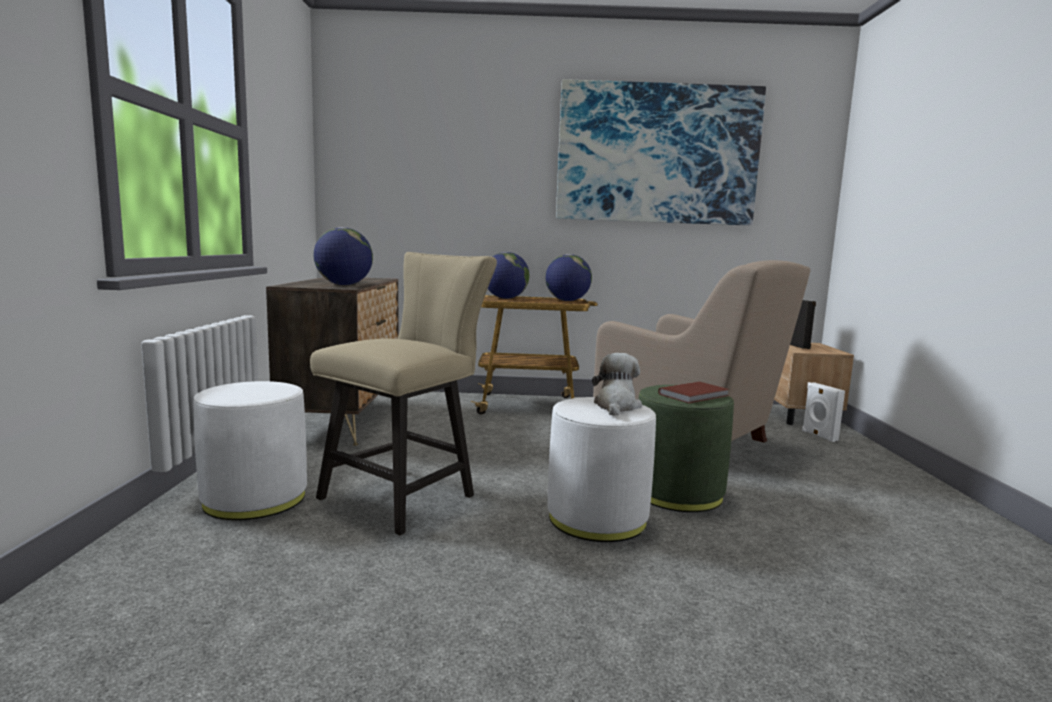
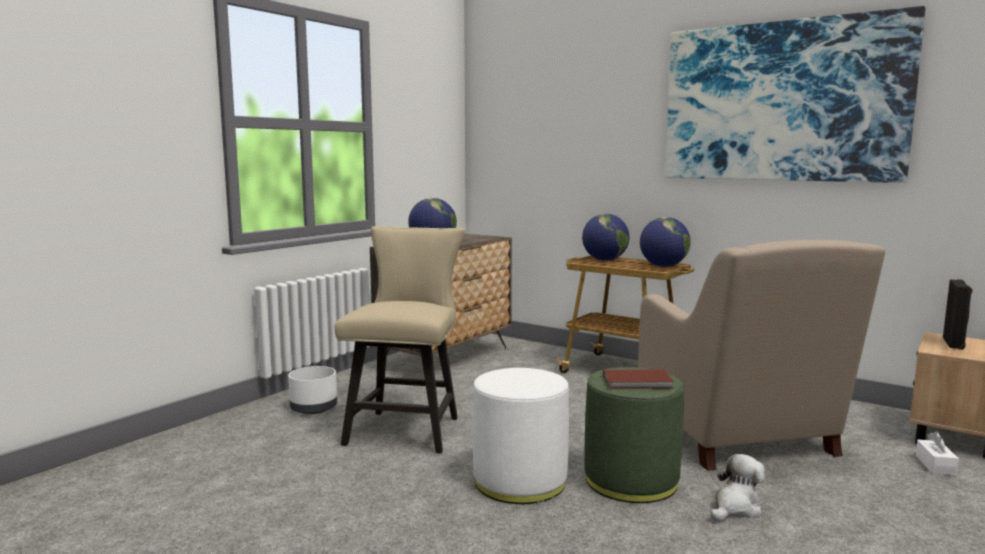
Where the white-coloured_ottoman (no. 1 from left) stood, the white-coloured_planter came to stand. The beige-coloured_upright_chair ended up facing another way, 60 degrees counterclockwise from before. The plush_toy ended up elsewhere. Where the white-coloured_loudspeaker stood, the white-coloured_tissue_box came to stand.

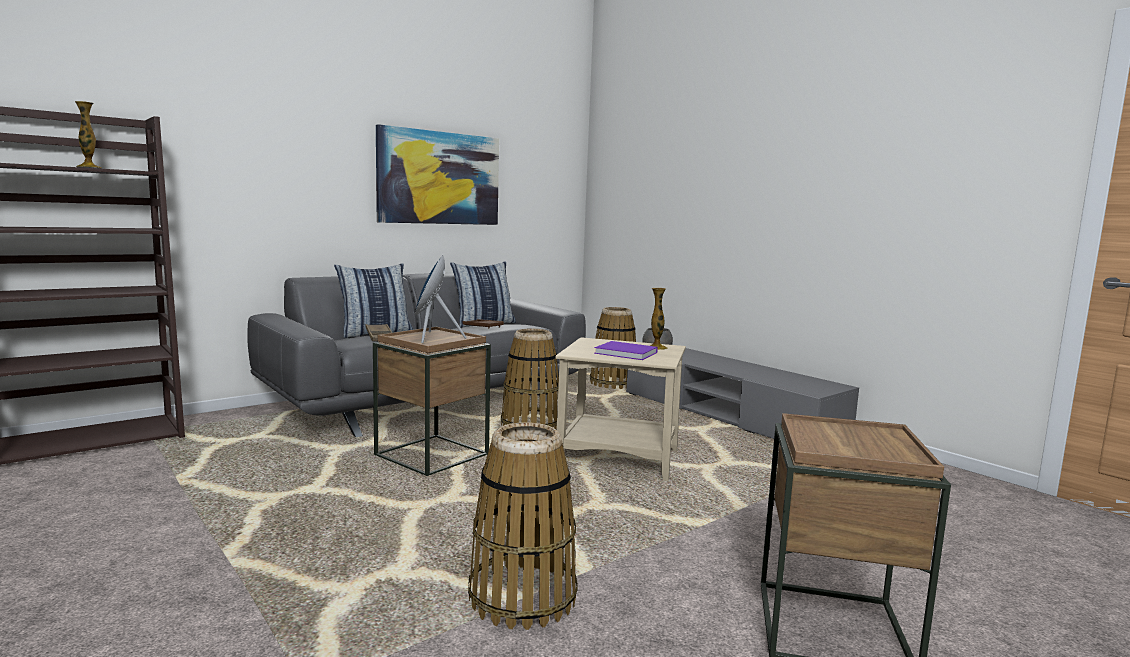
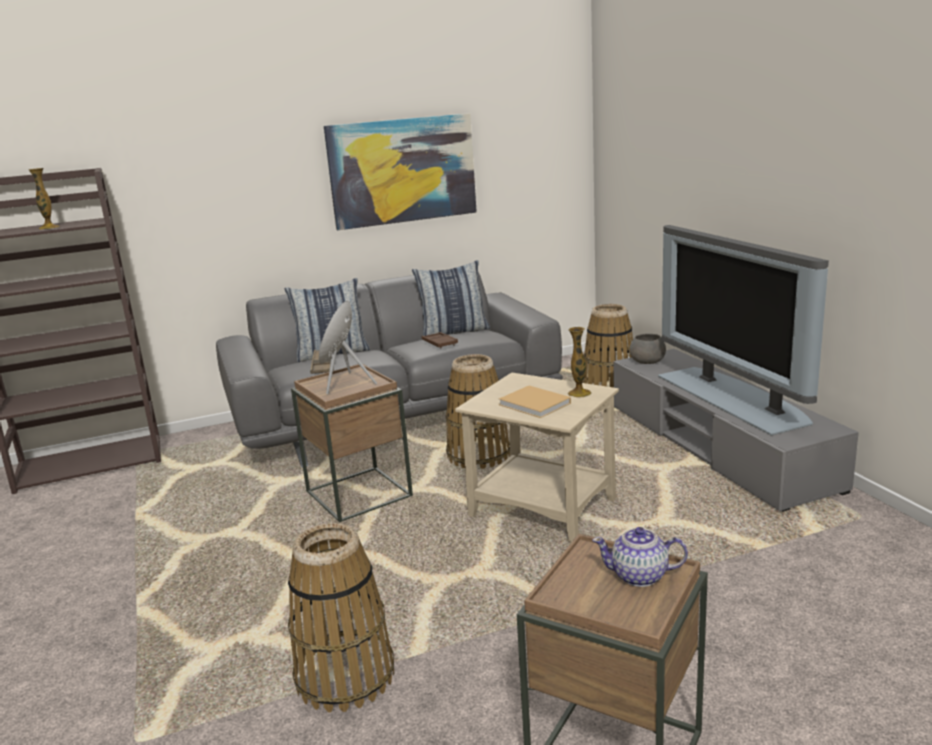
What was the purplish_volume turned into the beige-coloured_volume. The second view gained the teapot. The second view gained the television.

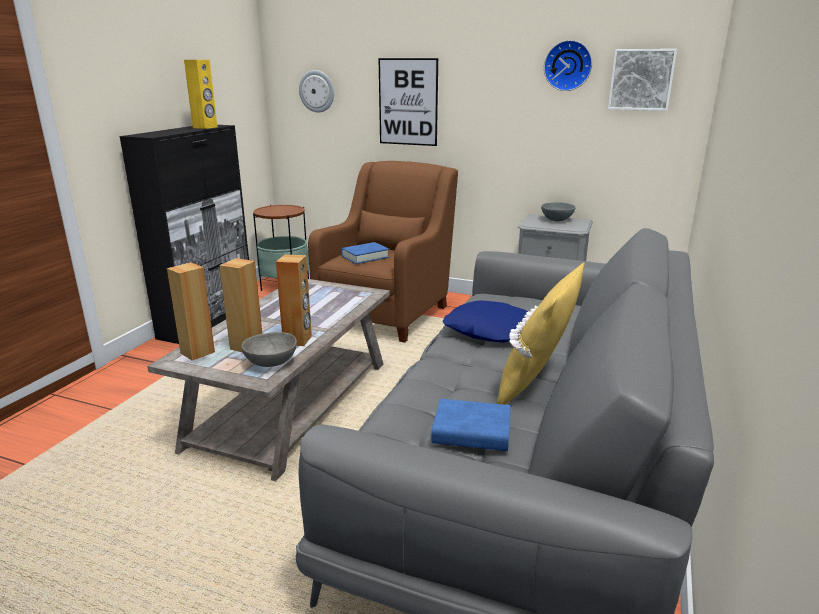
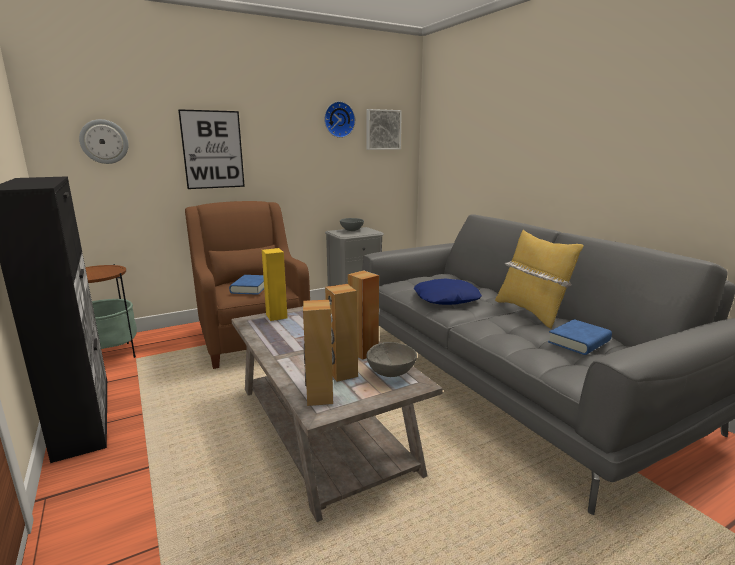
The yellow_loudspeaker ended up elsewhere.

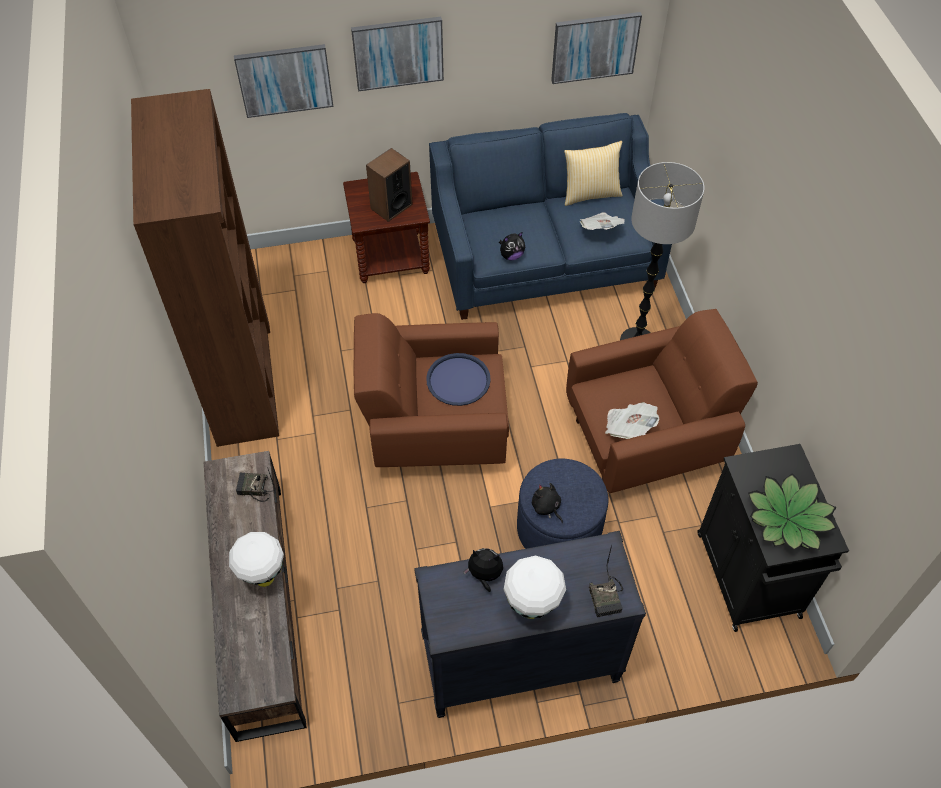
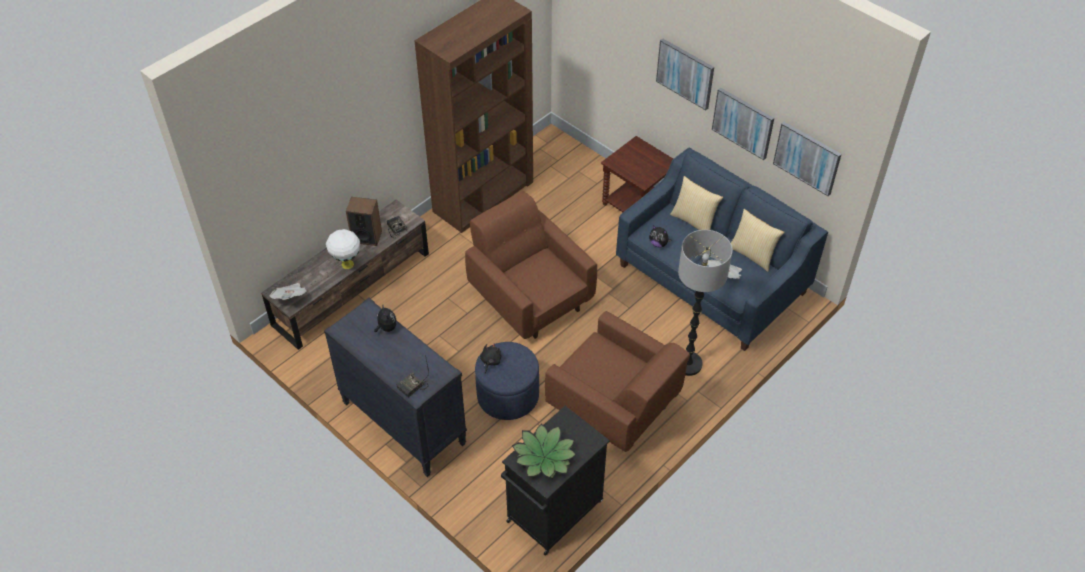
The newspaper (no. 2 from left in the first image) ended up elsewhere. The loudspeaker ended up elsewhere. The second view gained the throw_pillow (no. 1 from left). The picture (no. 1 from left in the first image) ended up elsewhere. The second view lost the blue-coloured_carrying_tray. The second view lost the white-coloured_table_lamp (no. 2 from left).

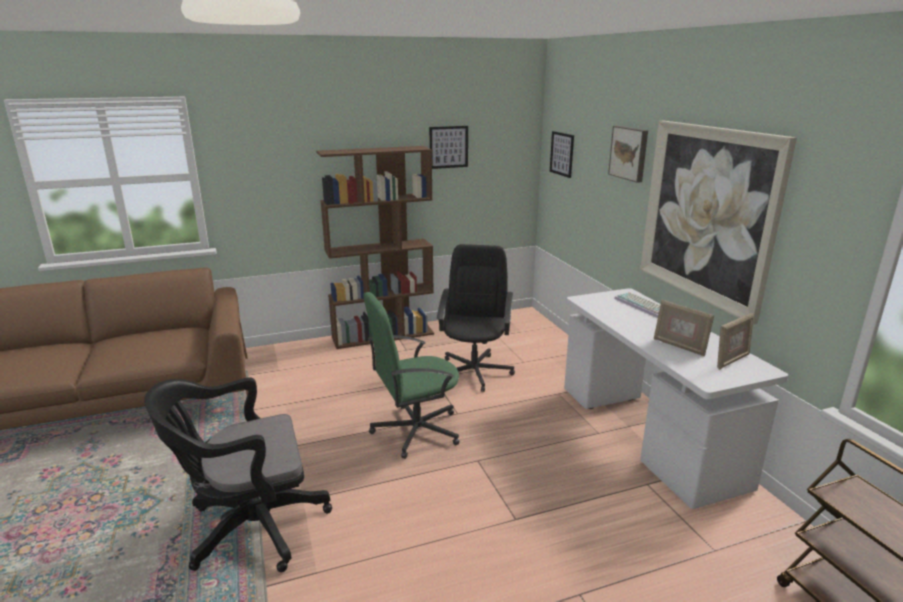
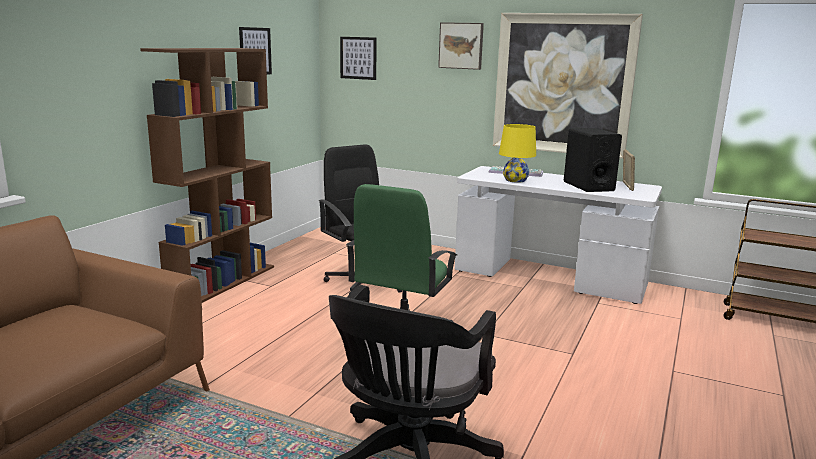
The second view gained the yellow_table_lamp. Where the standing_frame (no. 1 from left) stood, the blackish_loudspeaker came to stand.

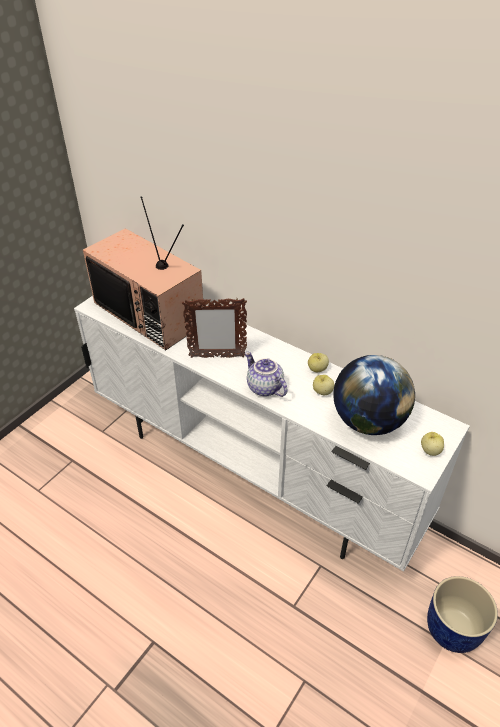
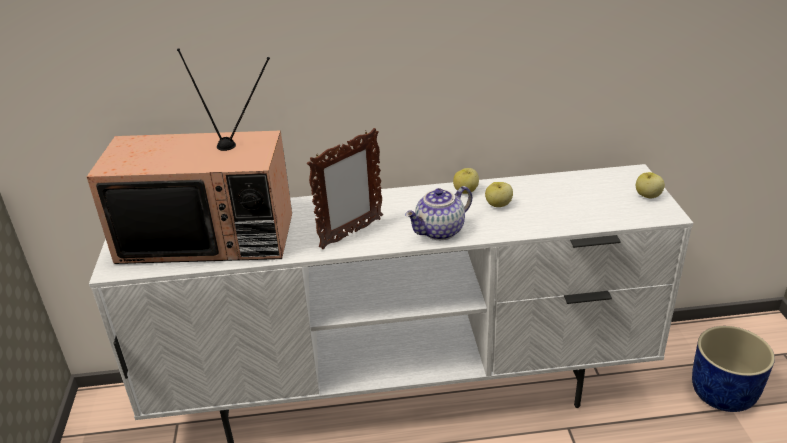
The teapot ended up facing another way, 45 degrees counterclockwise from before. The second view lost the desk_globe.

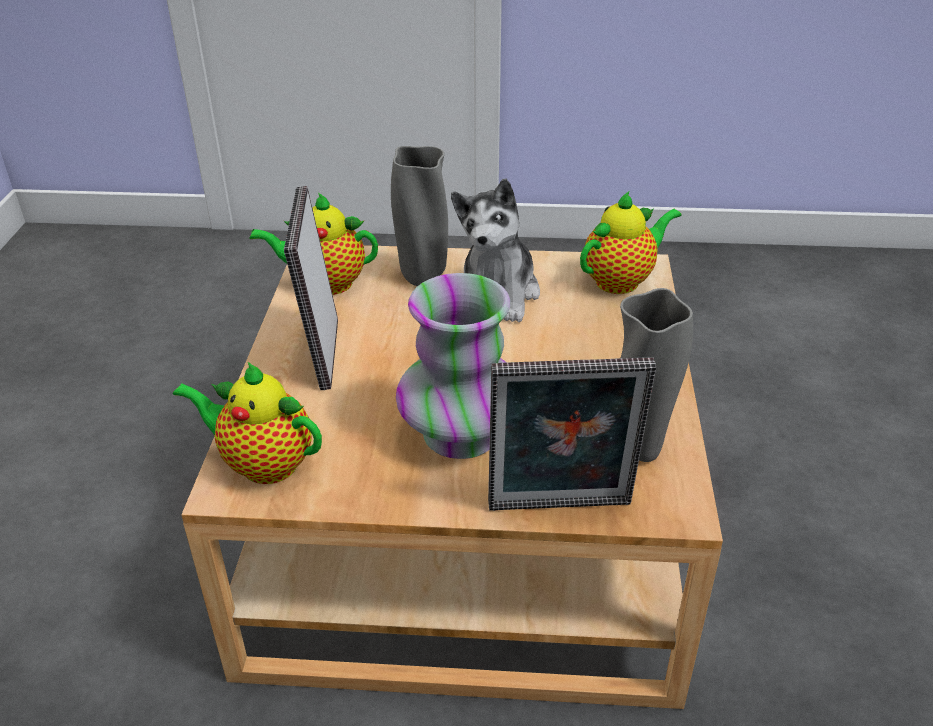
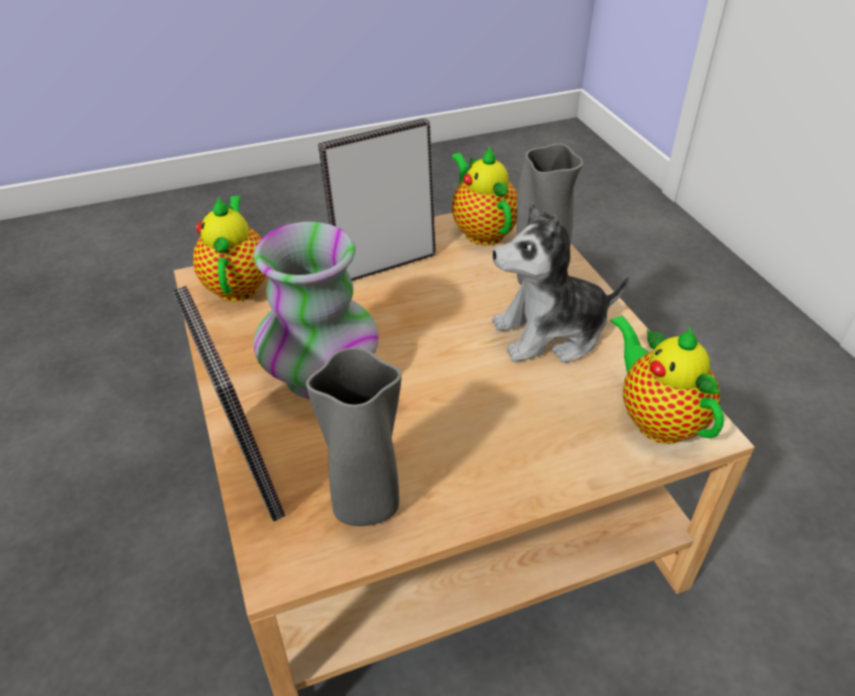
The teapot (no. 3 from left) ended up facing another way, 150 degrees counterclockwise from before.

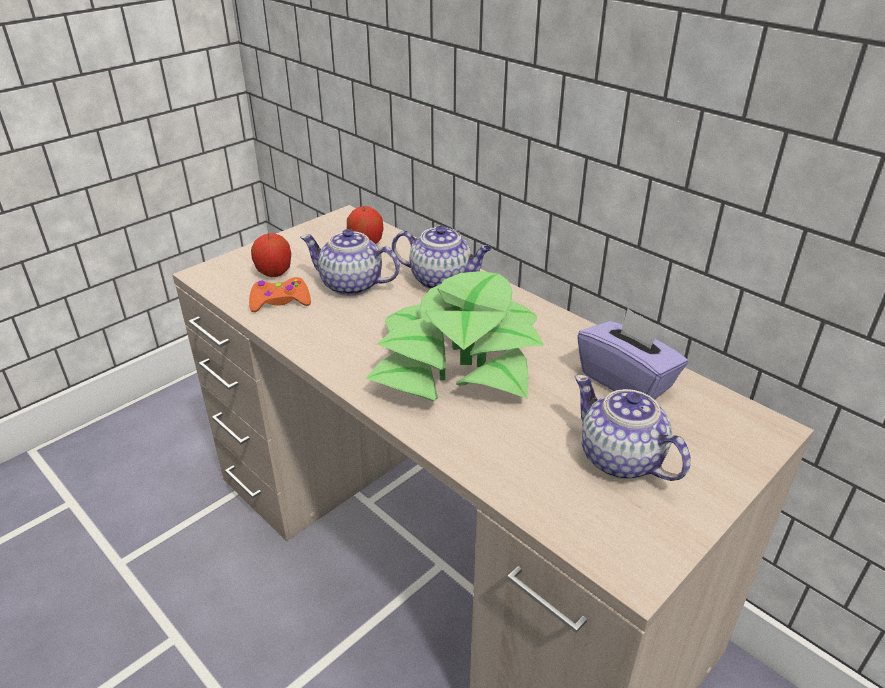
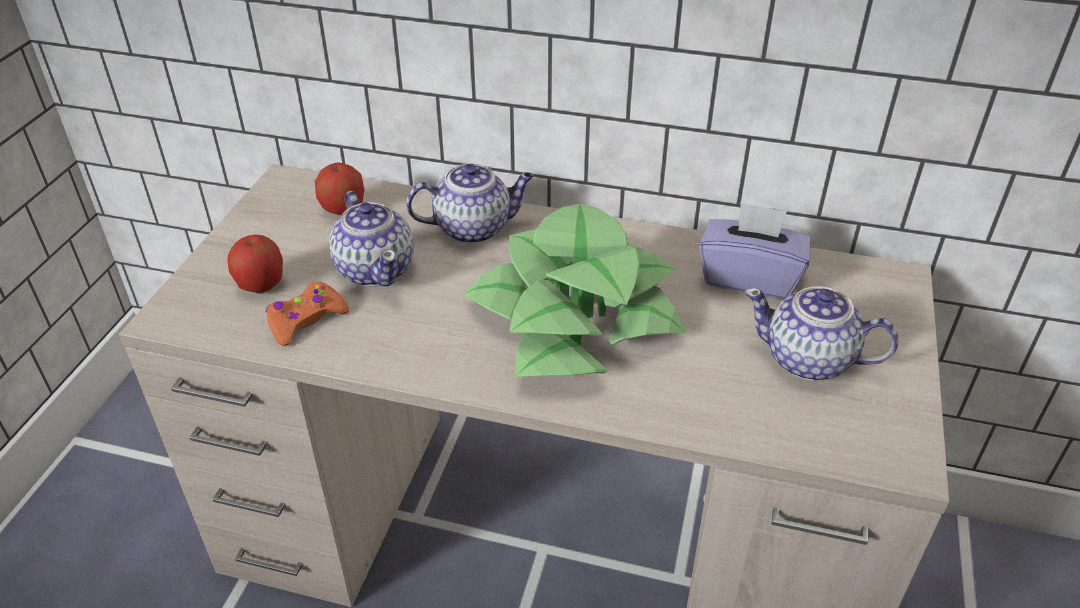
The teapot (no. 1 from left) ended up facing another way, 105 degrees counterclockwise from before.

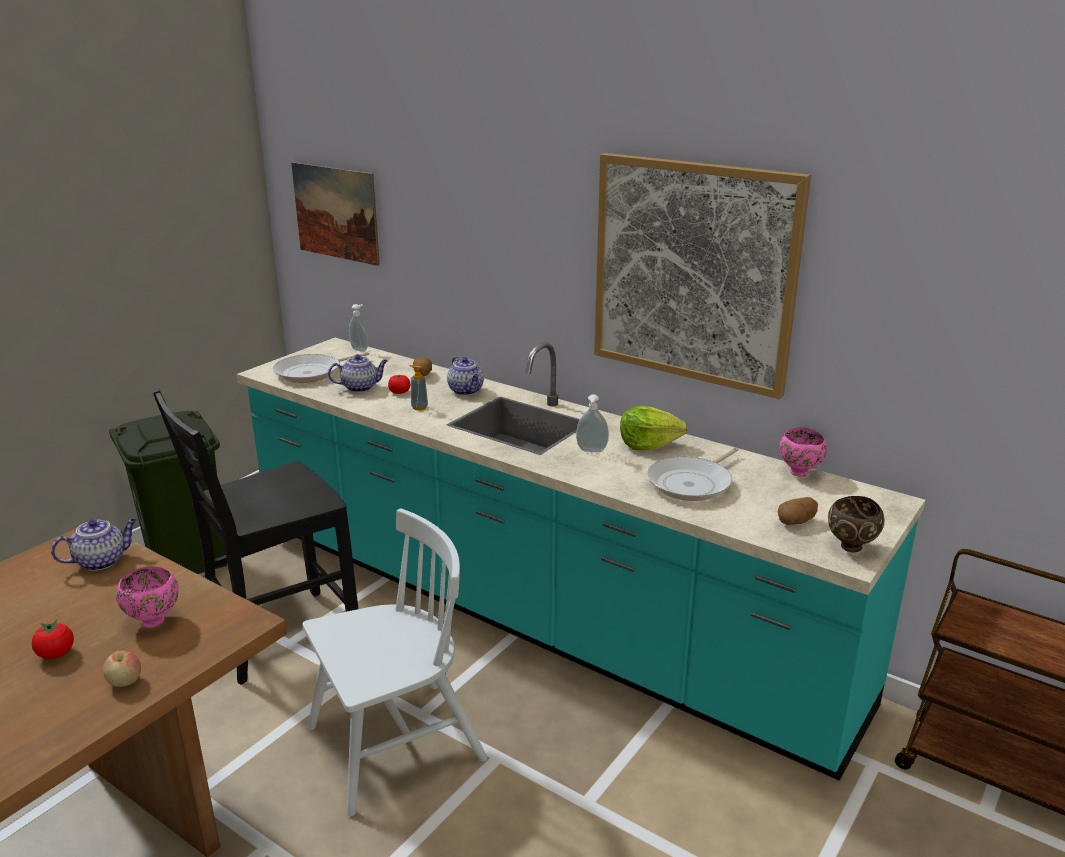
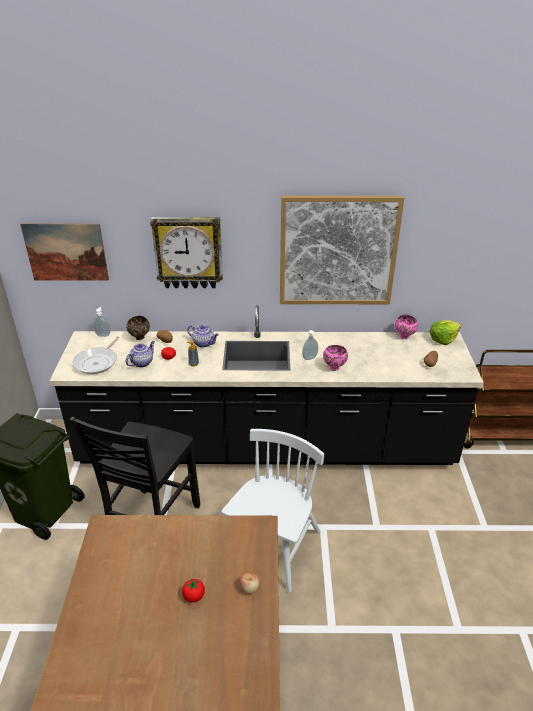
What was the blue-green_counter turned into the blackish_counter. The brown_bowl ended up elsewhere. The second view gained the hanging_clock. The pink_bowl (no. 1 from left) ended up elsewhere. The lettuce ended up elsewhere. The second view lost the teapot (no. 1 from left). The second view lost the pan (no. 2 from left).

